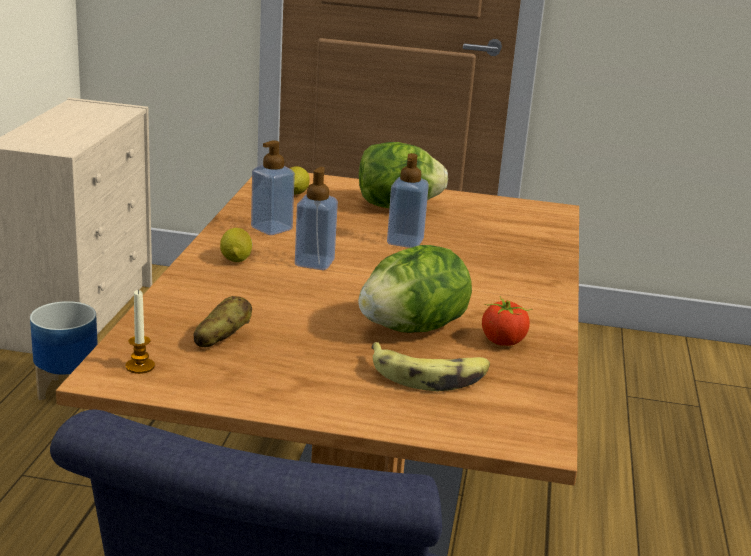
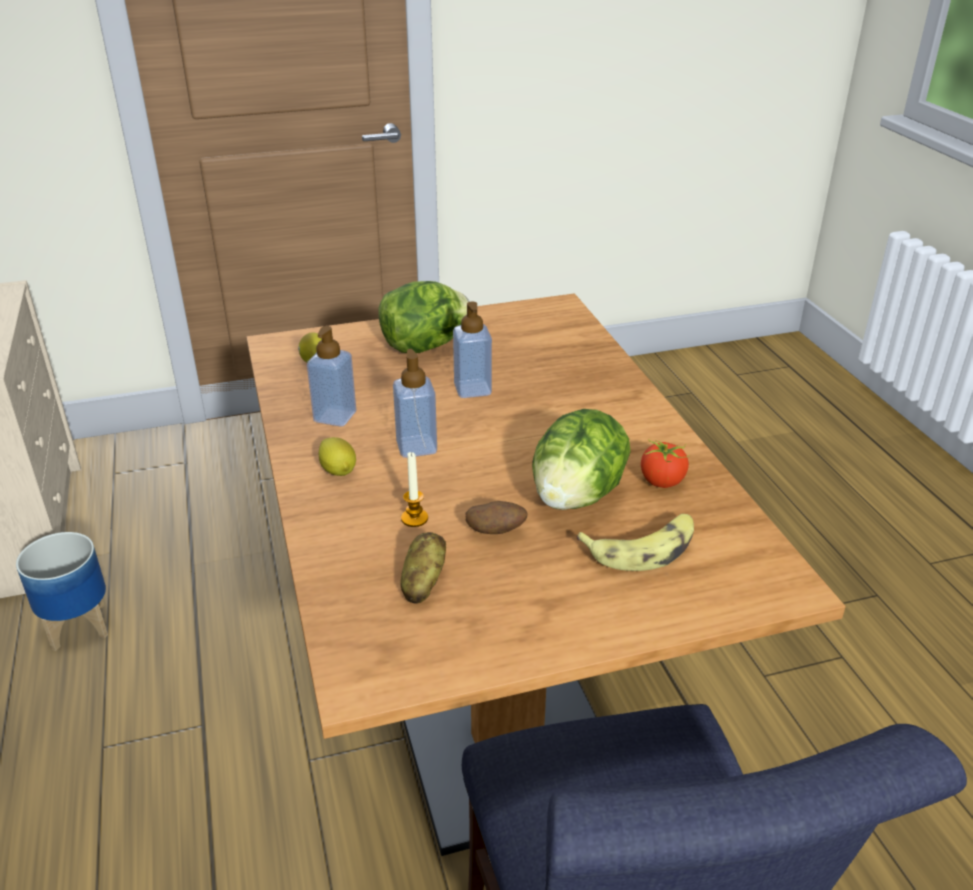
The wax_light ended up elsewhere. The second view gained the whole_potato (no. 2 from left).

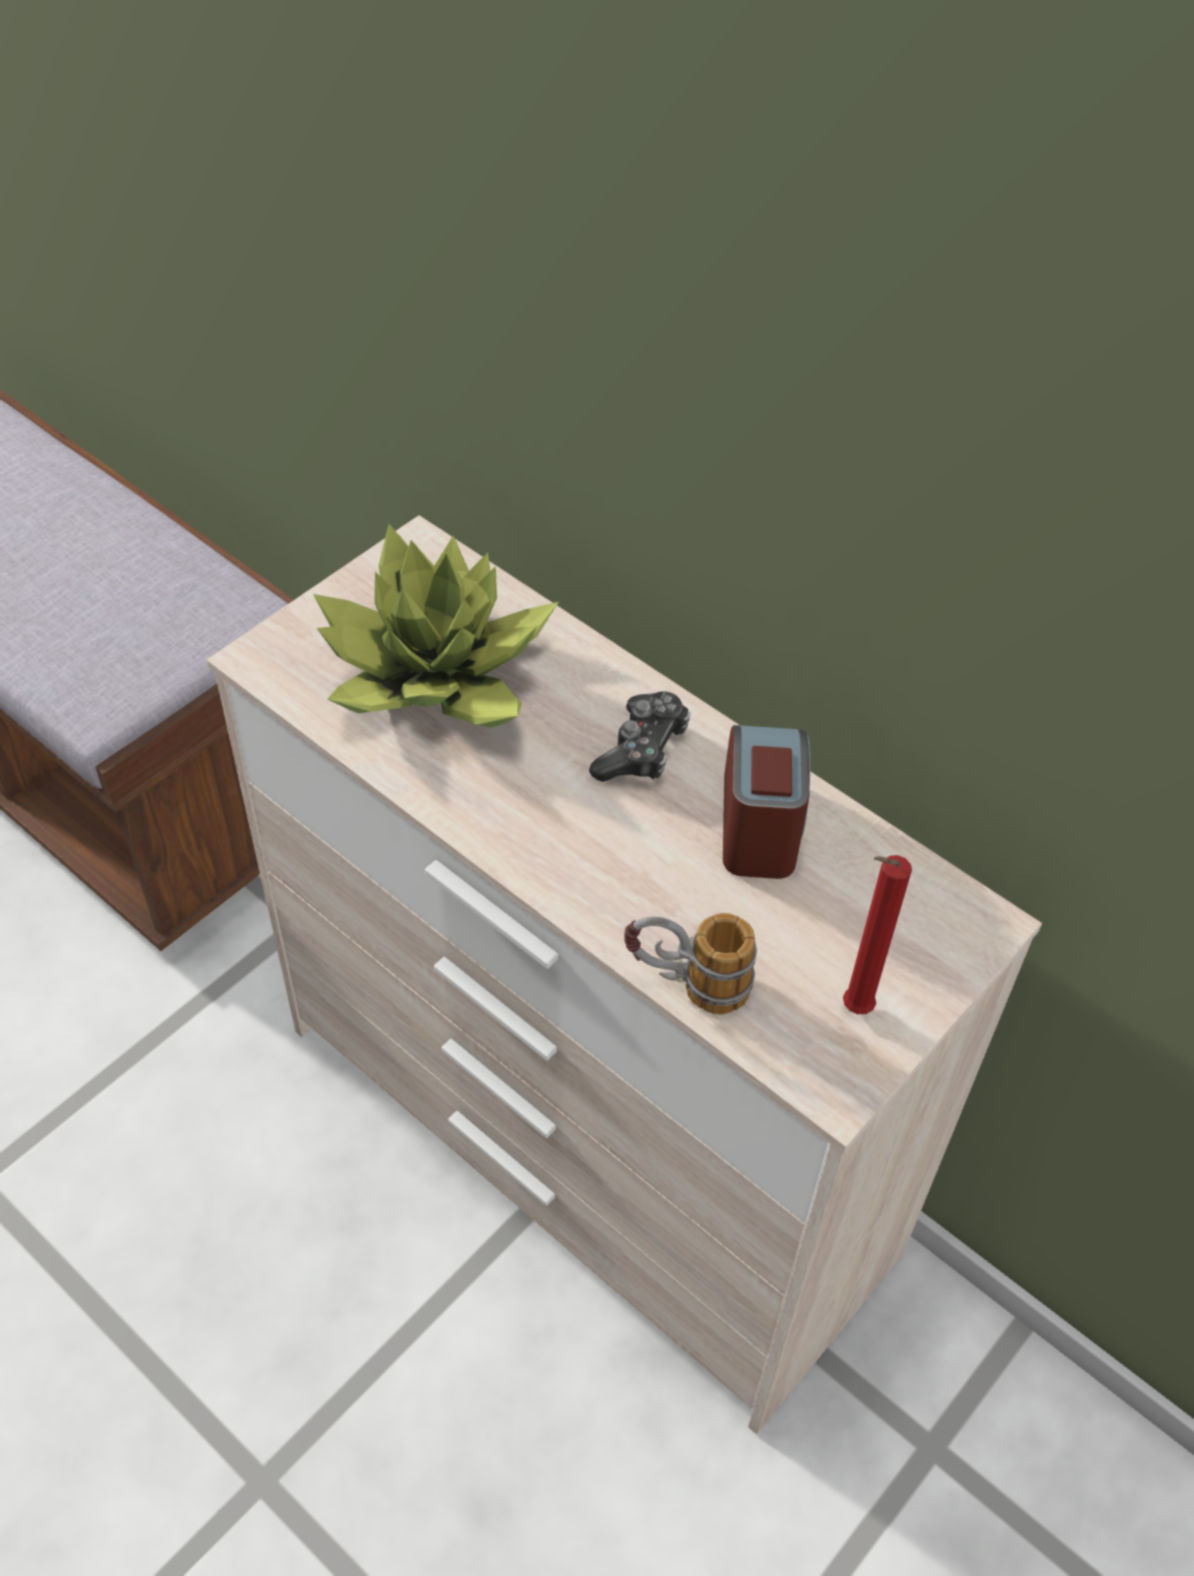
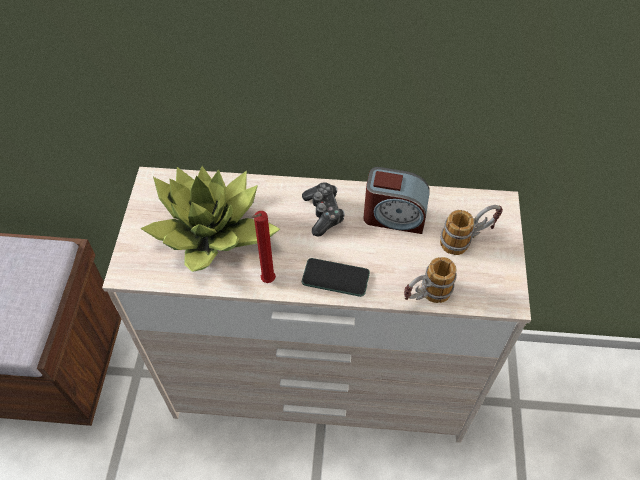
The red-coloured_wax_light ended up elsewhere. The second view gained the telephone. The table_clock ended up facing another way, 135 degrees clockwise from before. The second view gained the coffee_mug (no. 2 from left).

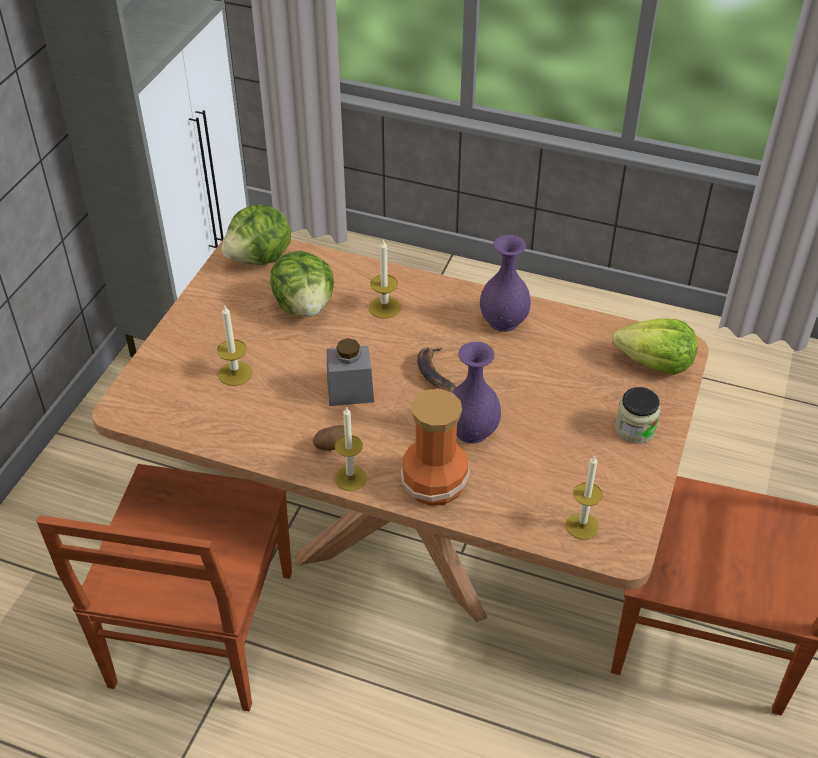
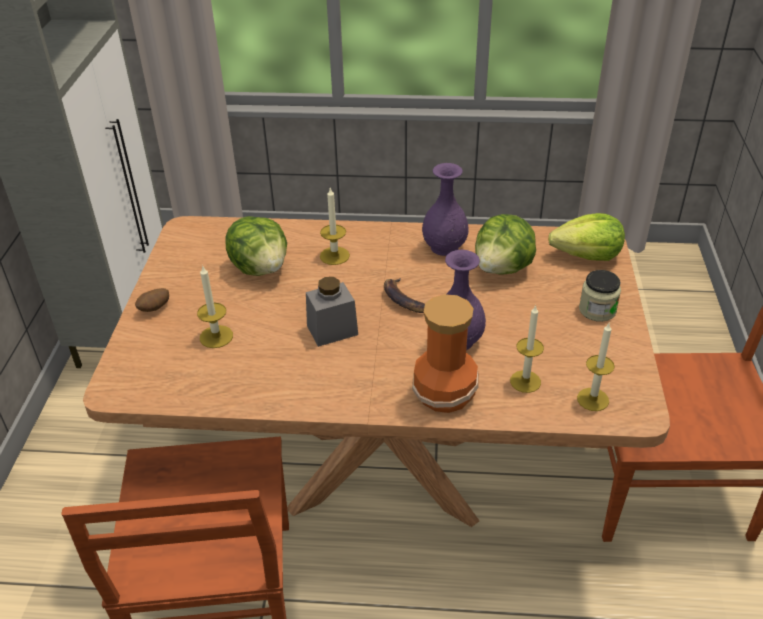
The whole_potato ended up elsewhere. The lettuce (no. 1 from left in the first image) ended up elsewhere. The wax_light (no. 2 from left in the first image) ended up elsewhere.

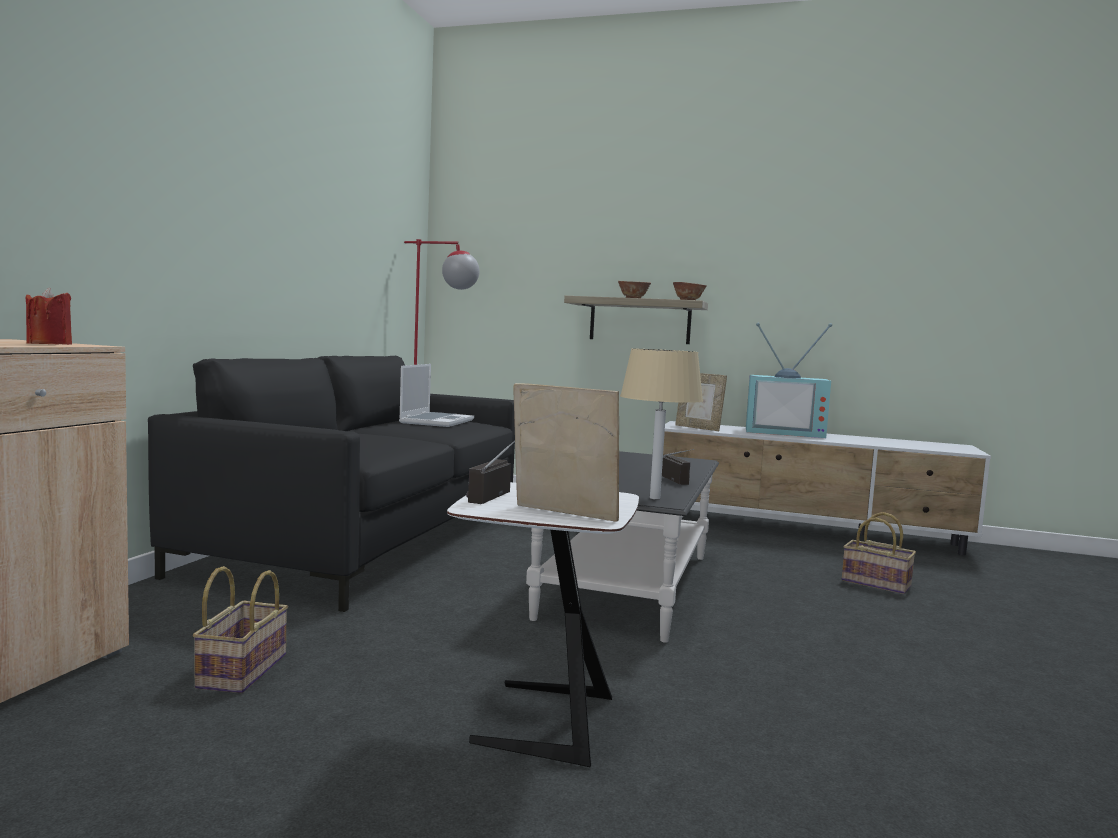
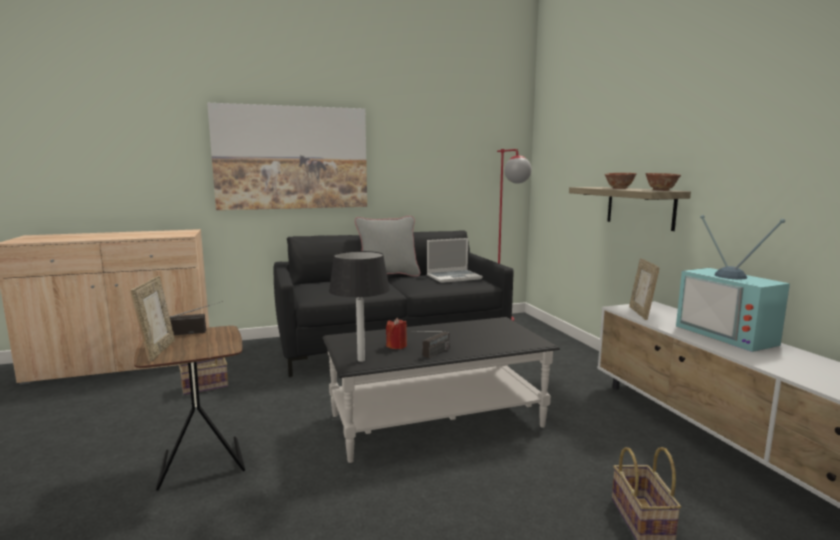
What was the white-coloured_end_table turned into the brown_end_table. The second view gained the picture. What was the beige-coloured_table_lamp turned into the blackish_table_lamp. The second view gained the greyish_throw_pillow. The red-coloured_wax_light ended up elsewhere.

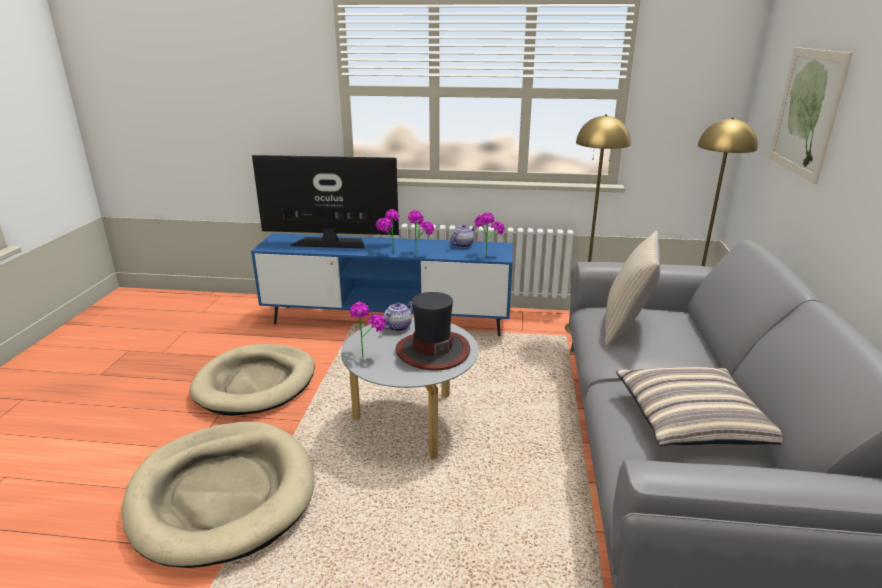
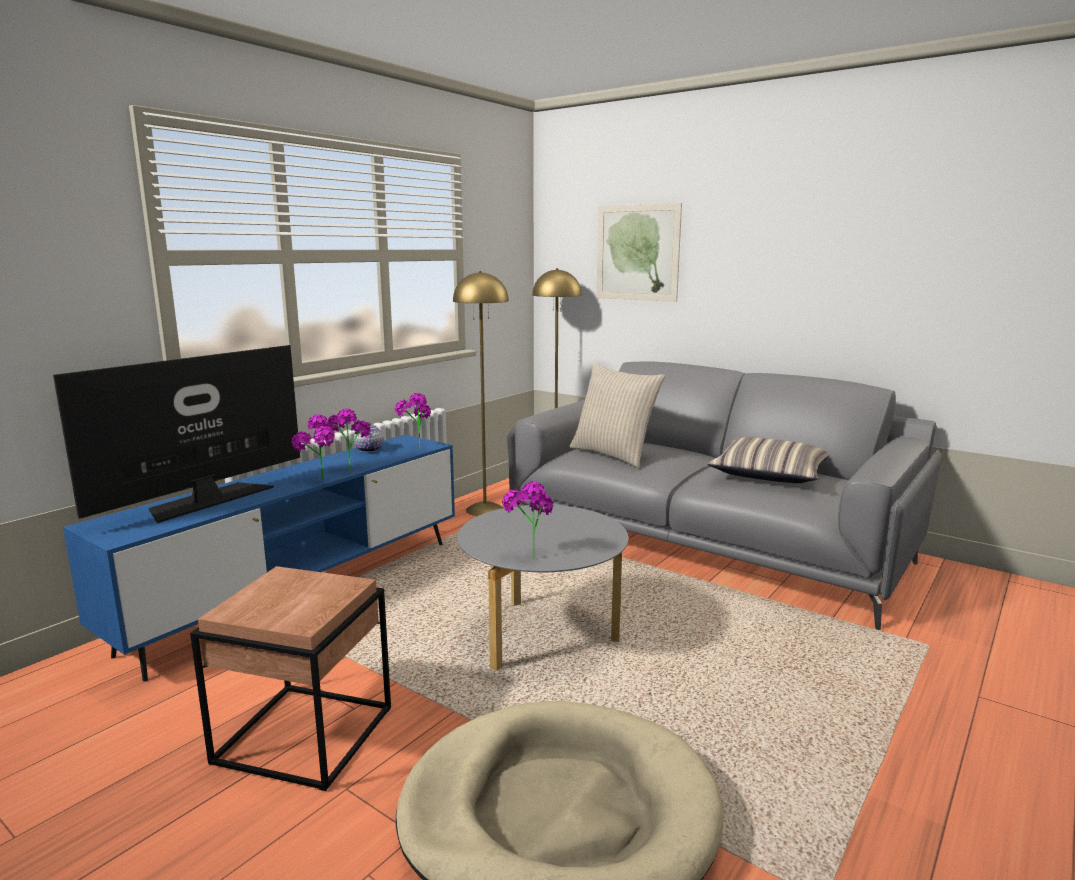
Where the beige-coloured_dog_cushion (no. 2 from left) stood, the brown_end_table came to stand. The second view lost the teapot (no. 1 from left). The second view lost the hat.

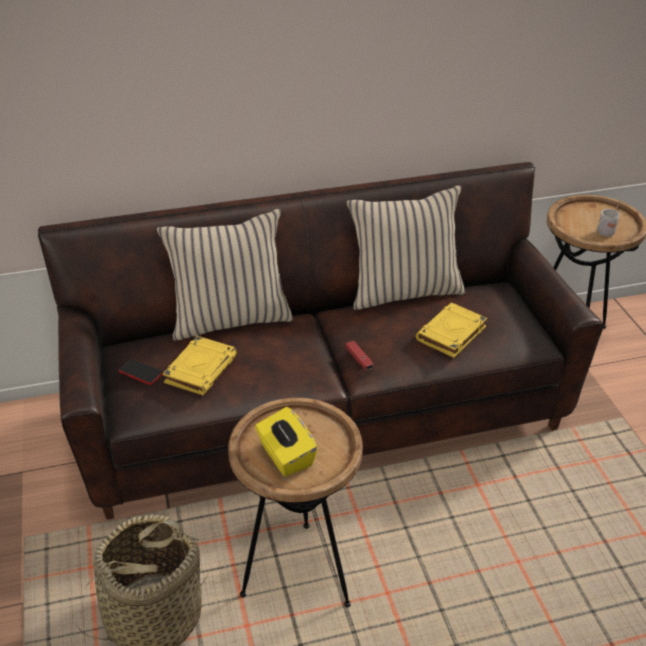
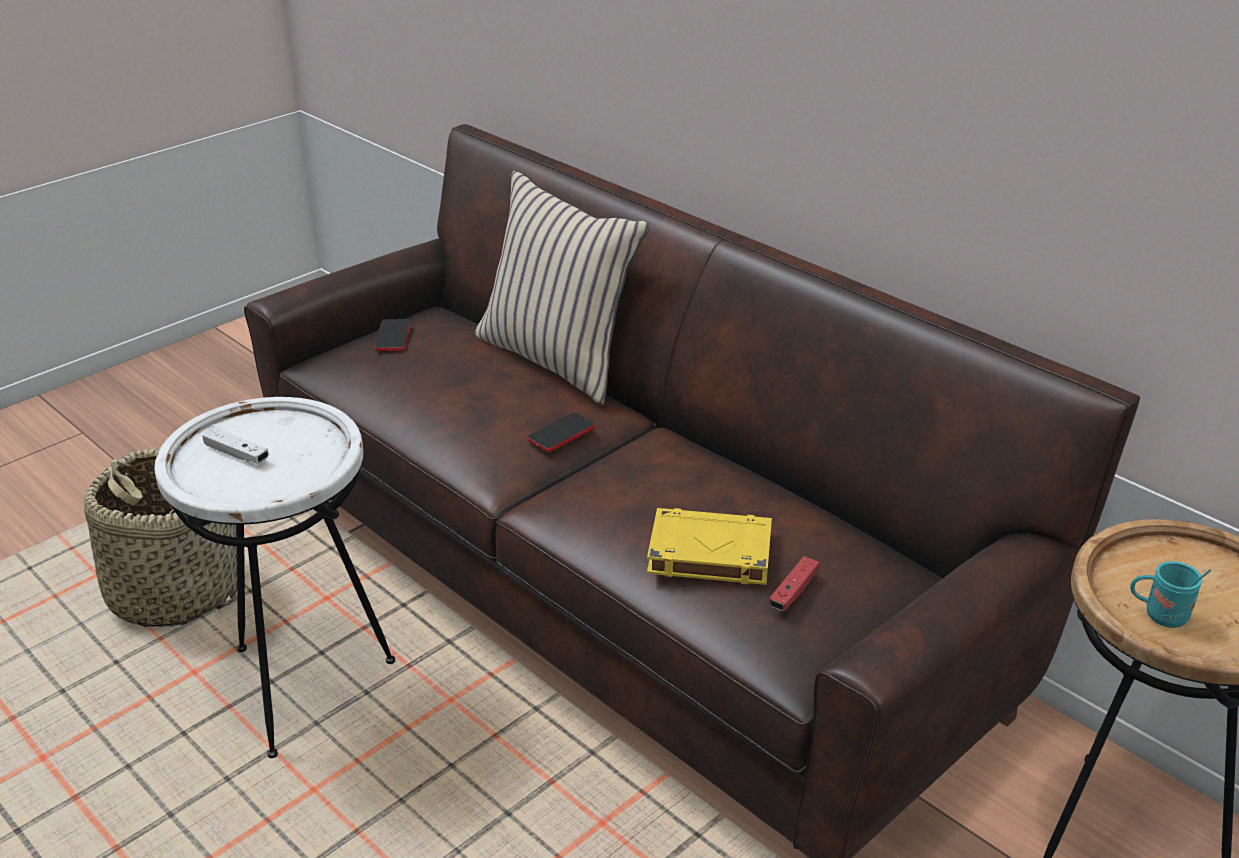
What was the brown_end_table (no. 1 from left) turned into the white-coloured_end_table. Where the yellow_tissue_box stood, the white-coloured_gamepad came to stand. The second view gained the telephone (no. 2 from left). The red-coloured_gamepad ended up elsewhere. What was the white-coloured_coffee_mug turned into the blue-green_coffee_mug. The second view lost the yellow_volume (no. 1 from left). The second view lost the beige-coloured_throw_pillow (no. 2 from left).

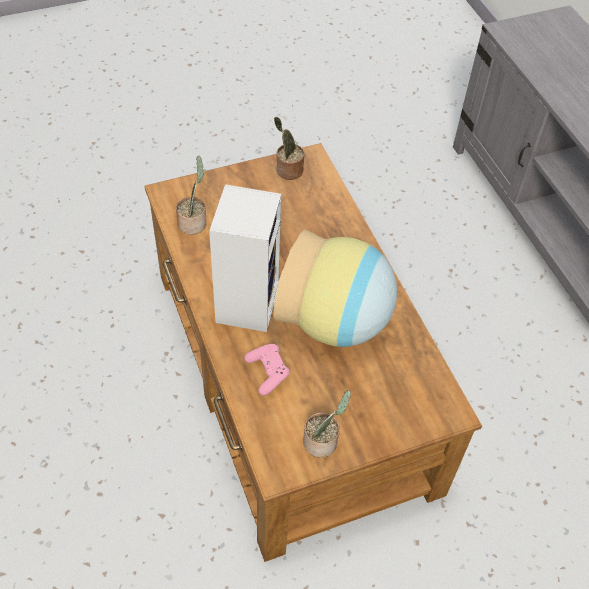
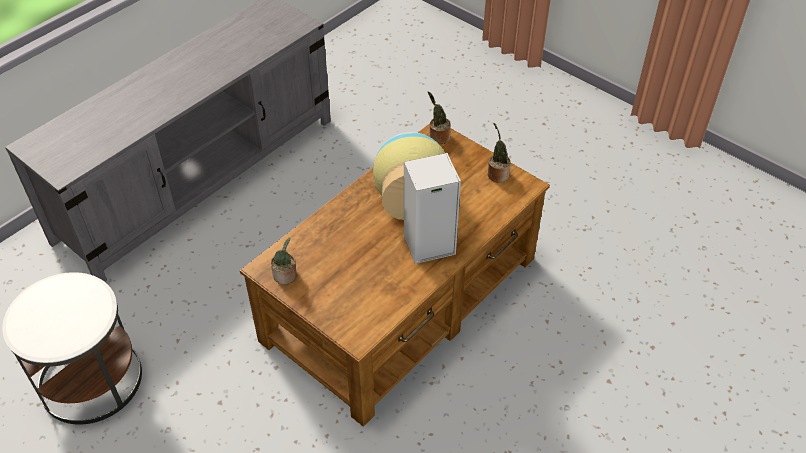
The second view gained the white-coloured_end_table. The plant_in_a_pot (no. 1 from left in the first image) ended up elsewhere. The second view lost the pink_gamepad.

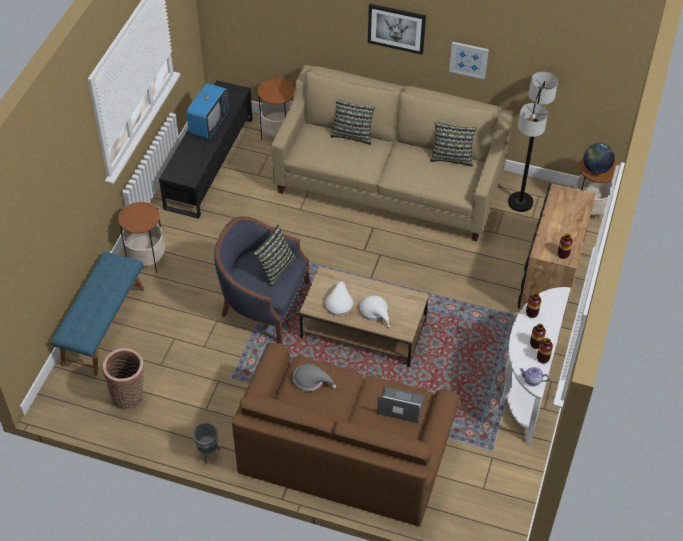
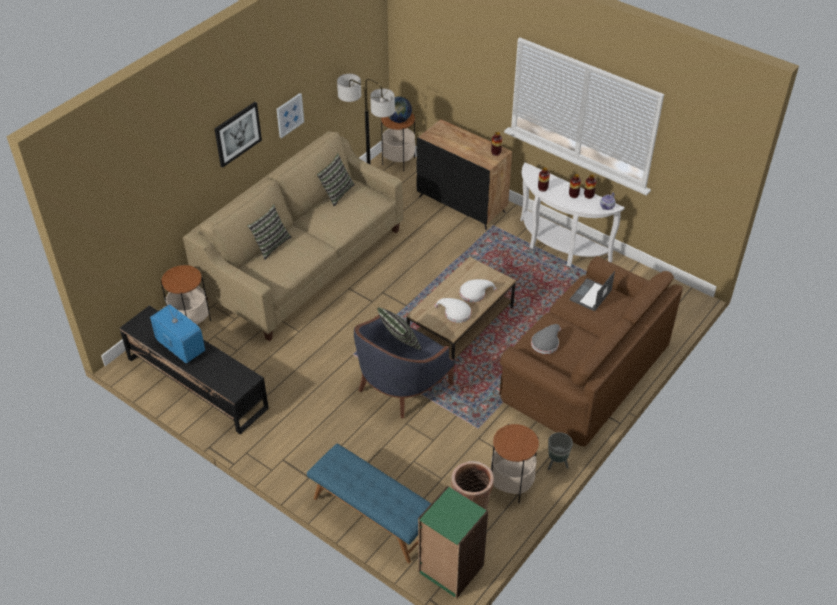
The second view gained the greenish_bookcase. The end_table (no. 1 from left in the first image) ended up elsewhere.

